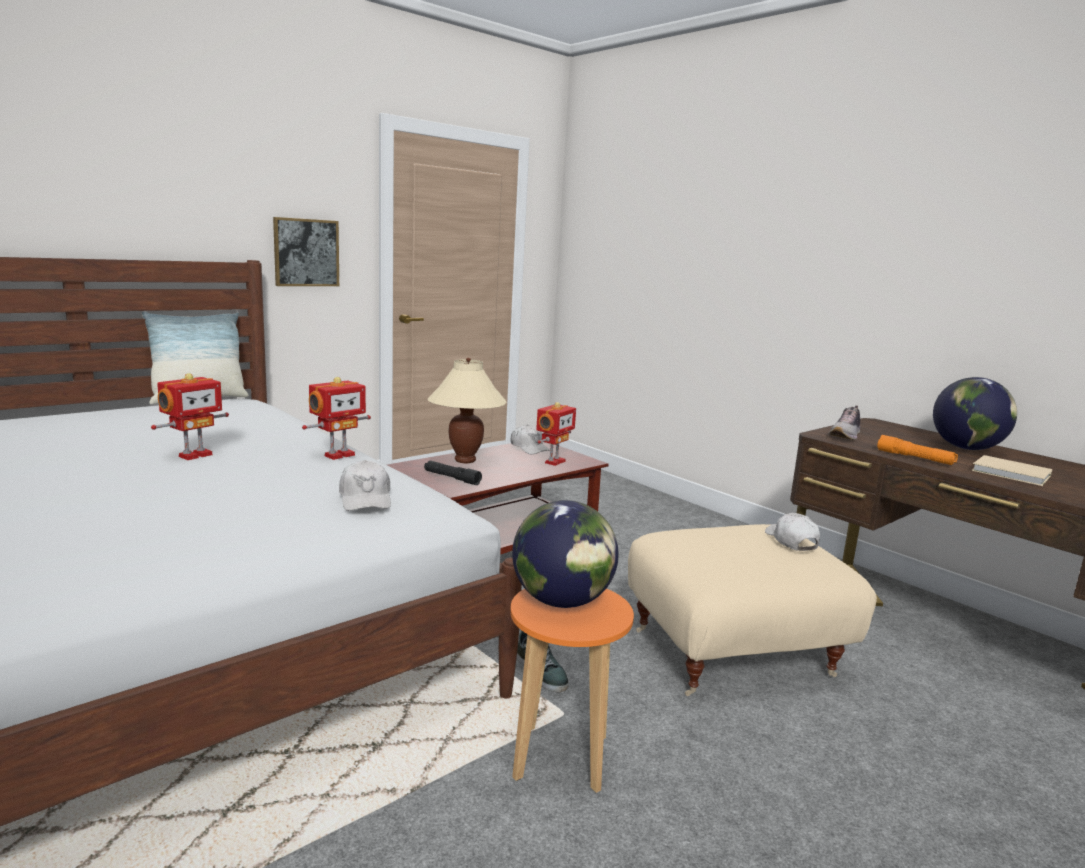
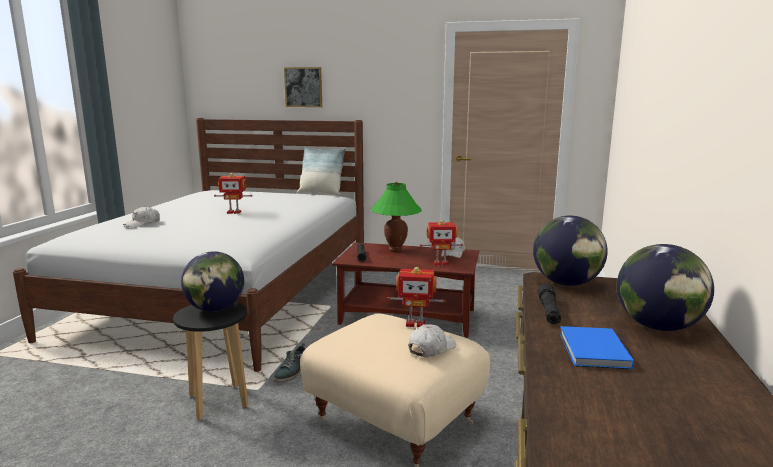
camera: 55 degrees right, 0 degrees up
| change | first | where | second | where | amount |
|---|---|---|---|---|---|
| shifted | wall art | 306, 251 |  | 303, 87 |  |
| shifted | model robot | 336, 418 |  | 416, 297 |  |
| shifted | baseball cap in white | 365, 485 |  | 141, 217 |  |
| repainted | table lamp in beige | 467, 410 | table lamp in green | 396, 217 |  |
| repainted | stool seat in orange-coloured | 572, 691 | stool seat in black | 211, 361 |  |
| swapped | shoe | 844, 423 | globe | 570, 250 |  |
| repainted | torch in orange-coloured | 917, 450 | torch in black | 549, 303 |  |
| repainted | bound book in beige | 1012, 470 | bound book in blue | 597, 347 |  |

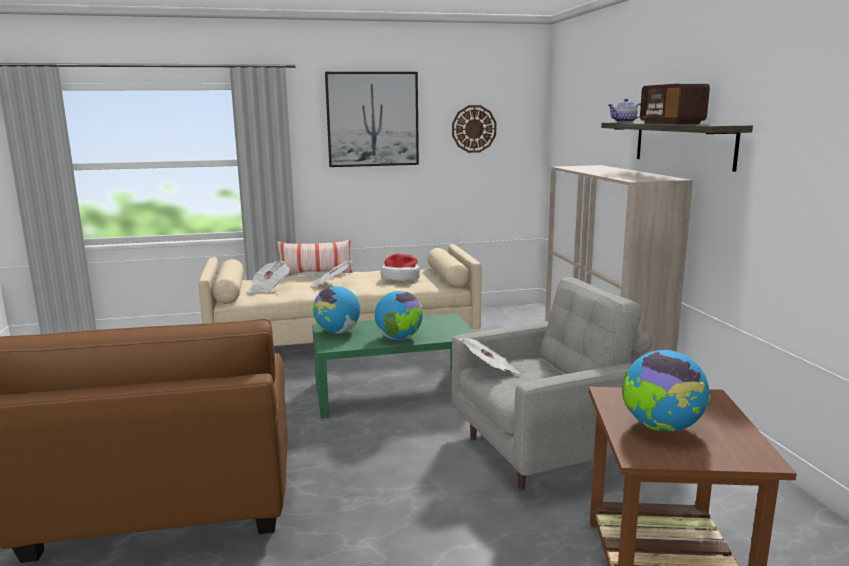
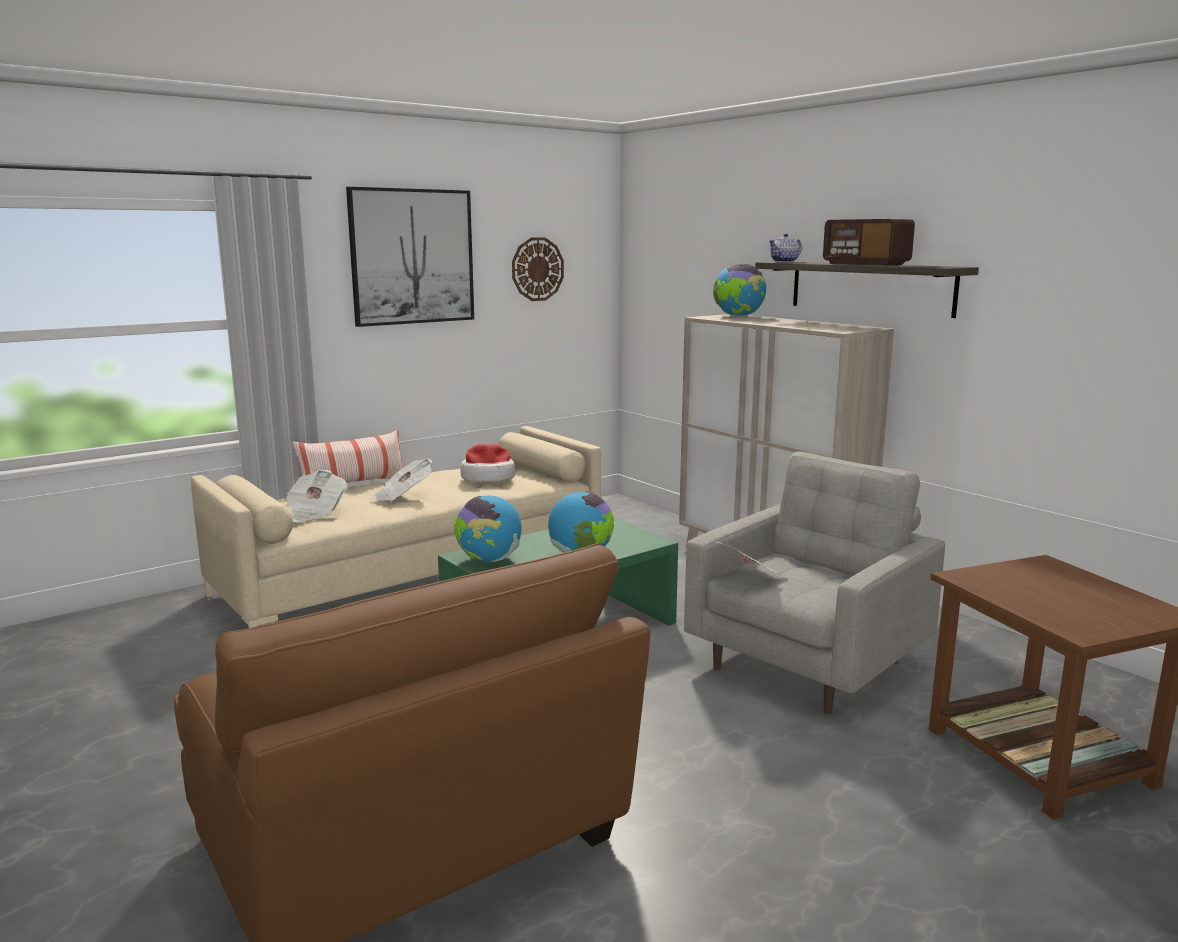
camera: 25 degrees left, 0 degrees up
| change | first | where | second | where | amount |
|---|---|---|---|---|---|
| shifted | globe | 666, 391 |  | 739, 290 |  |

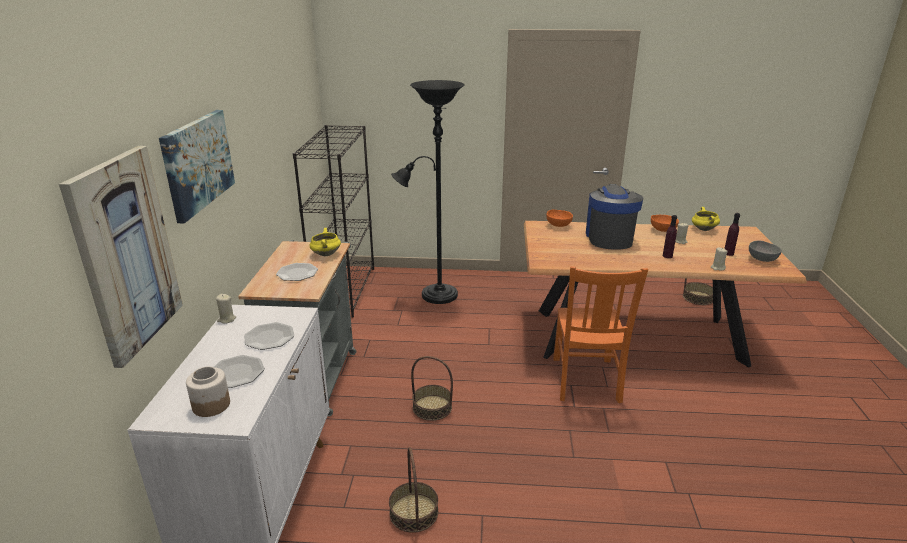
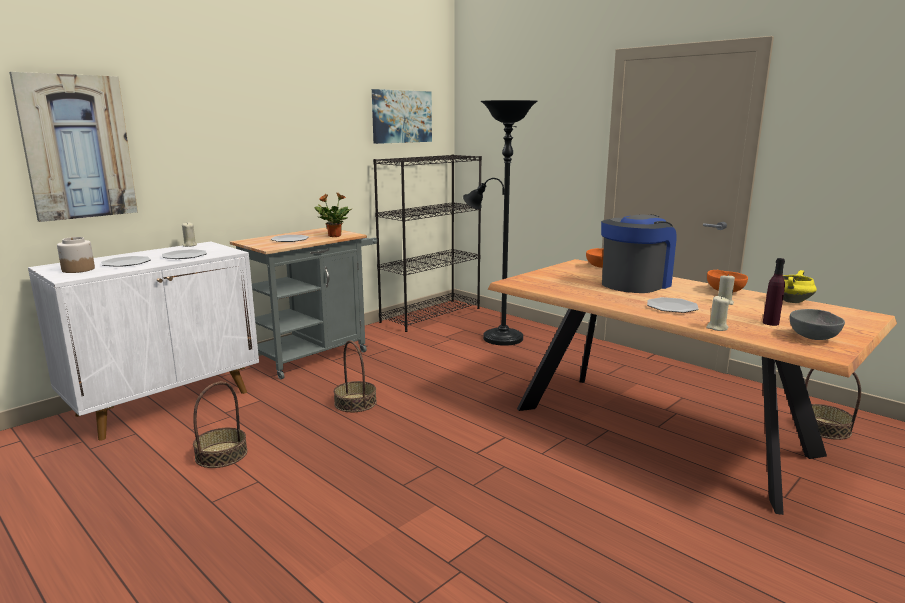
camera: 40 degrees right, 10 degrees down
| change | first | where | second | where | amount |
|---|---|---|---|---|---|
| shifted | wall art | 197, 167 |  | 402, 116 |  |
| swapped | saucepot in yellow | 325, 242 | plant in a pot | 332, 215 |  |
| gone | upright chair in orange-coloured | 600, 334 |  |  |  |
| swapped | bottle in purple | 670, 236 | dinner plate | 673, 305 |  |

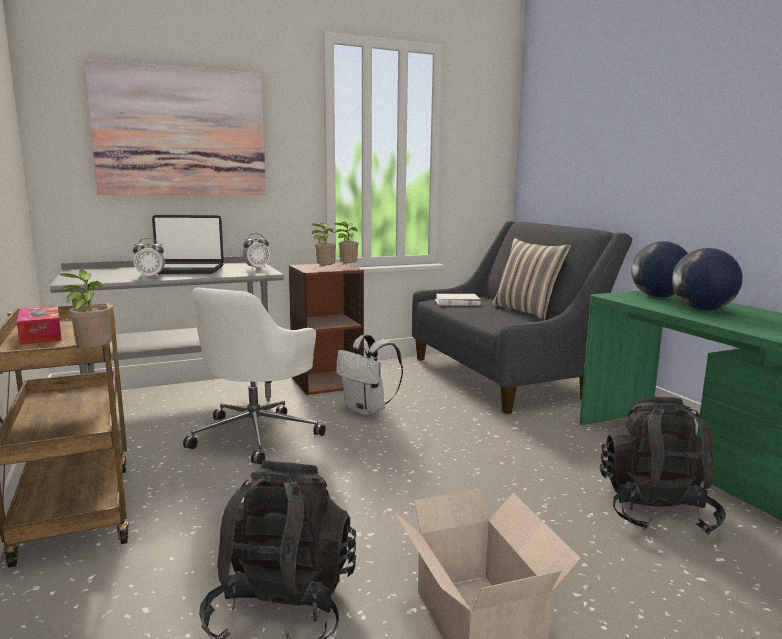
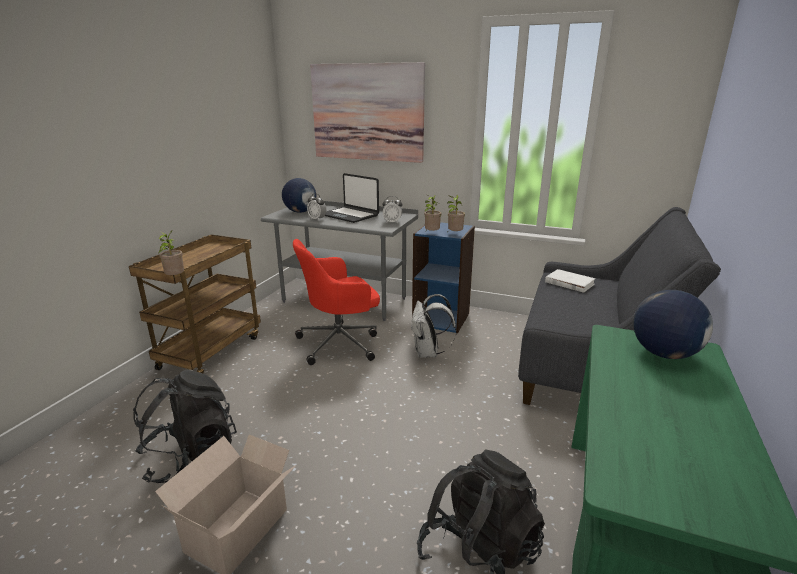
camera: 45 degrees right, 10 degrees up
| change | first | where | second | where | amount |
|---|---|---|---|---|---|
| gone | tissue holder | 39, 325 |  |  |  |
| repainted | desk chair in white | 254, 376 | desk chair in reddish | 336, 302 |  |
| repainted | shelving unit in brown-coloured | 326, 328 | shelving unit in blue | 443, 277 |  |
| gone | pillow | 531, 279 |  |  |  |
| shifted | globe | 707, 279 |  | 299, 195 |  |

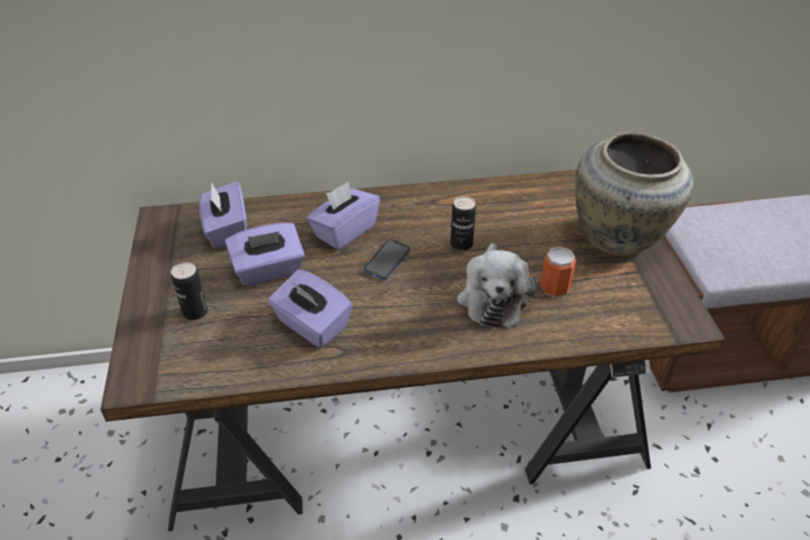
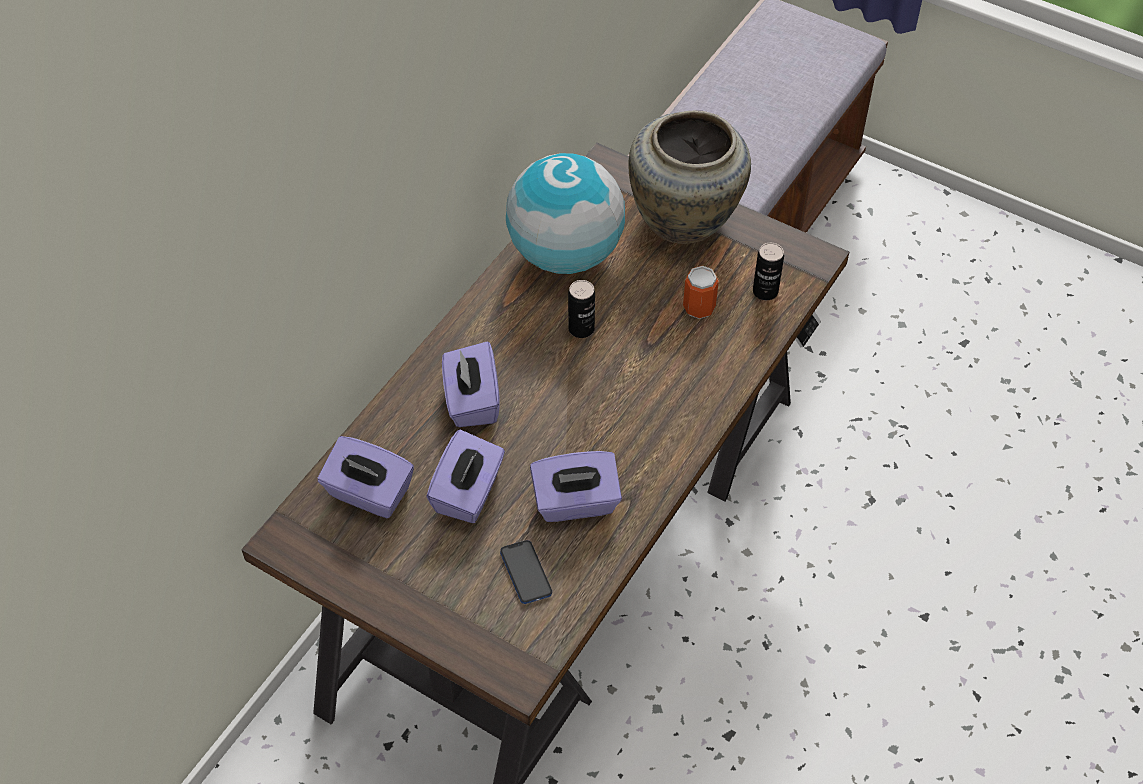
camera: 50 degrees left, 10 degrees up
| change | first | where | second | where | amount |
|---|---|---|---|---|---|
| shifted | can | 189, 291 |  | 768, 271 |  |
| shifted | handset | 387, 259 |  | 526, 572 |  |
| gone | soft toy | 497, 285 |  |  |  |
| new |  |  | globe | 565, 213 |  |

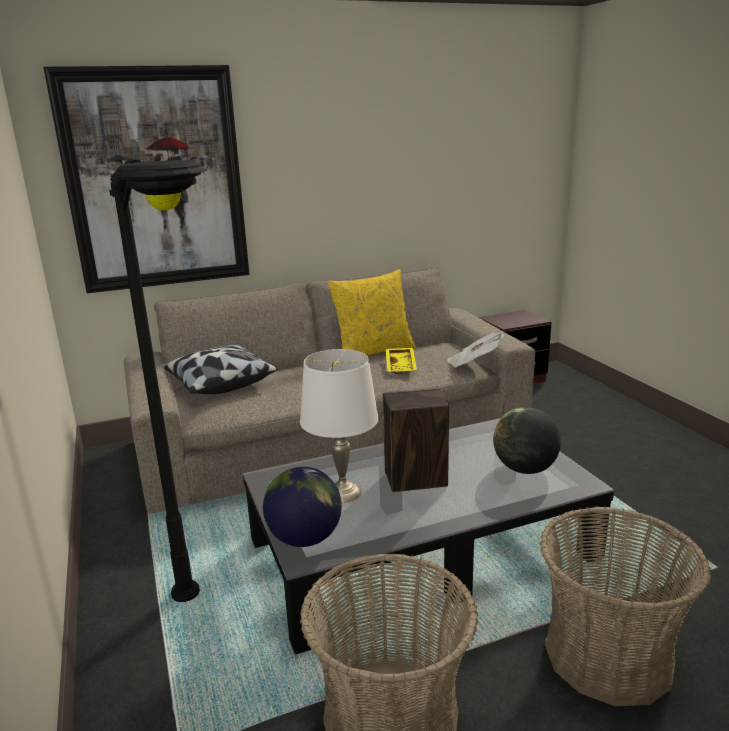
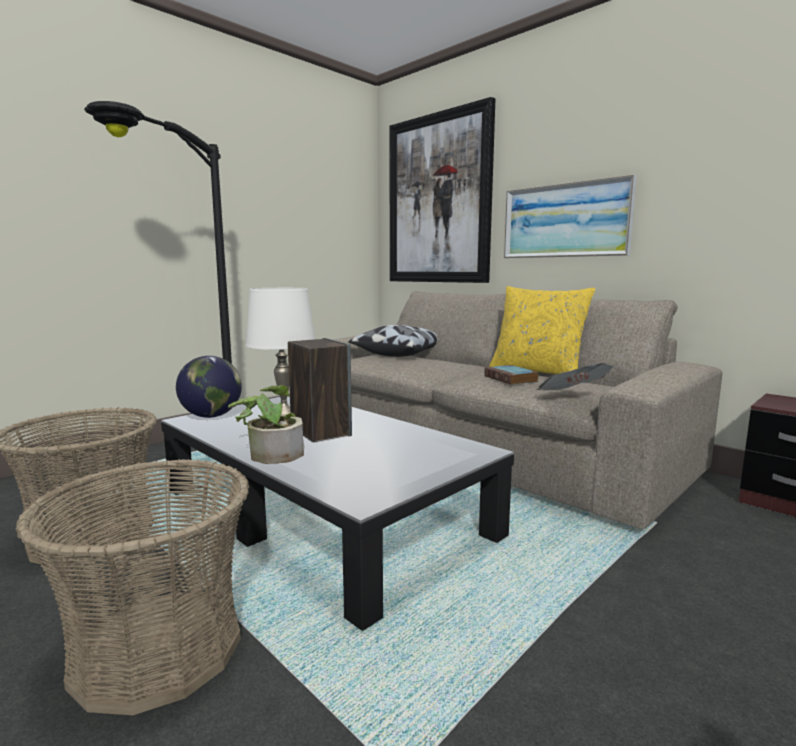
camera: 65 degrees right, 10 degrees down
| change | first | where | second | where | amount |
|---|---|---|---|---|---|
| swapped | carrying tray in yellow | 401, 361 | bound book | 511, 375 |  |
| gone | globe | 527, 440 |  |  |  |
| new |  |  | plant in a pot | 266, 424 |  |
| new |  |  | wall art | 570, 216 |  |

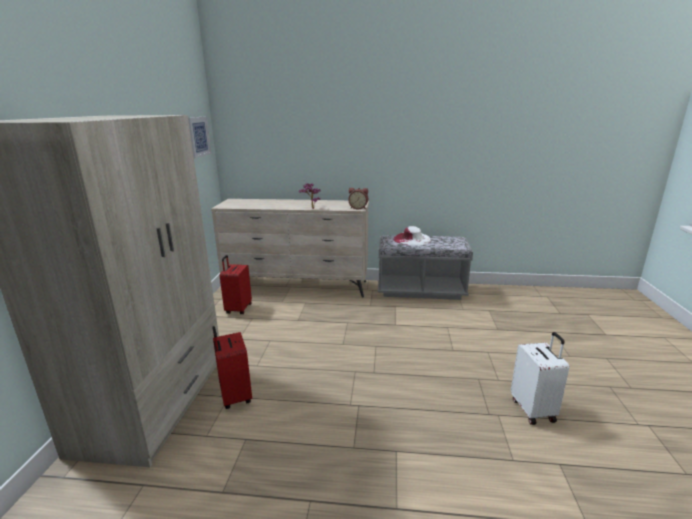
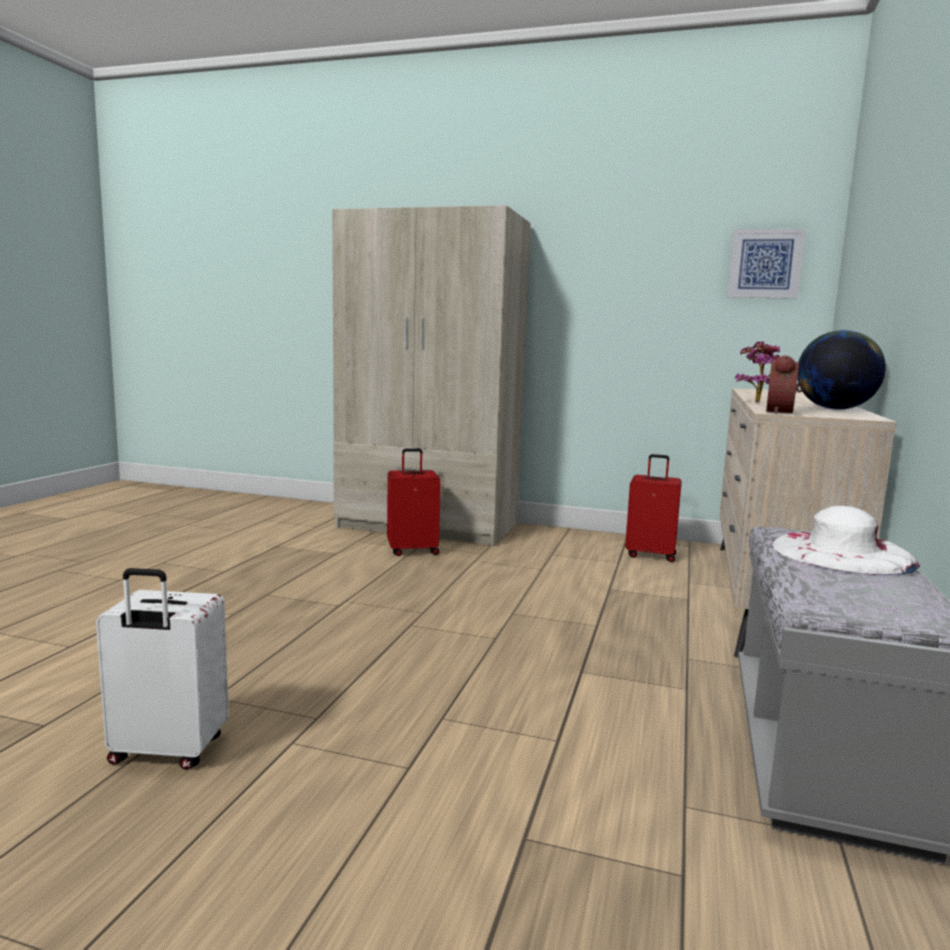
camera: 100 degrees right, 10 degrees down
| change | first | where | second | where | amount |
|---|---|---|---|---|---|
| new |  |  | globe | 841, 370 |  |

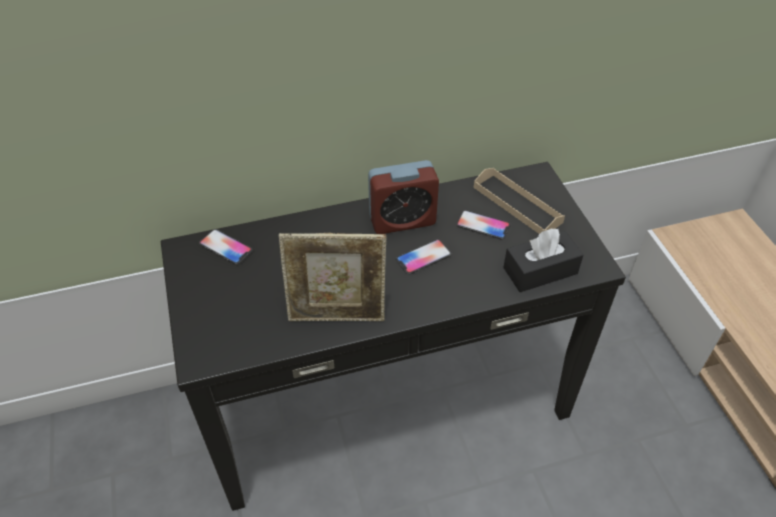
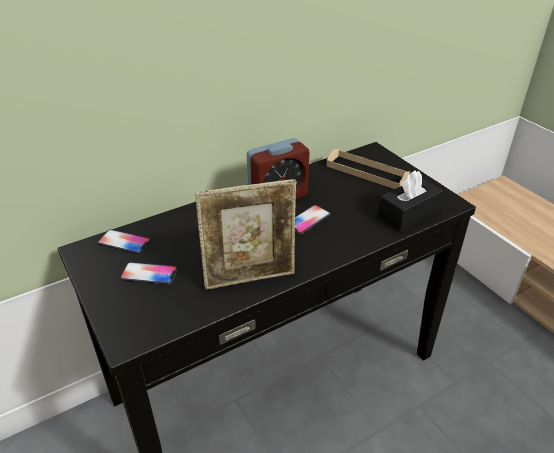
camera: 15 degrees left, 10 degrees down
| change | first | where | second | where | amount |
|---|---|---|---|---|---|
| shifted | handset | 483, 225 |  | 149, 273 |  |

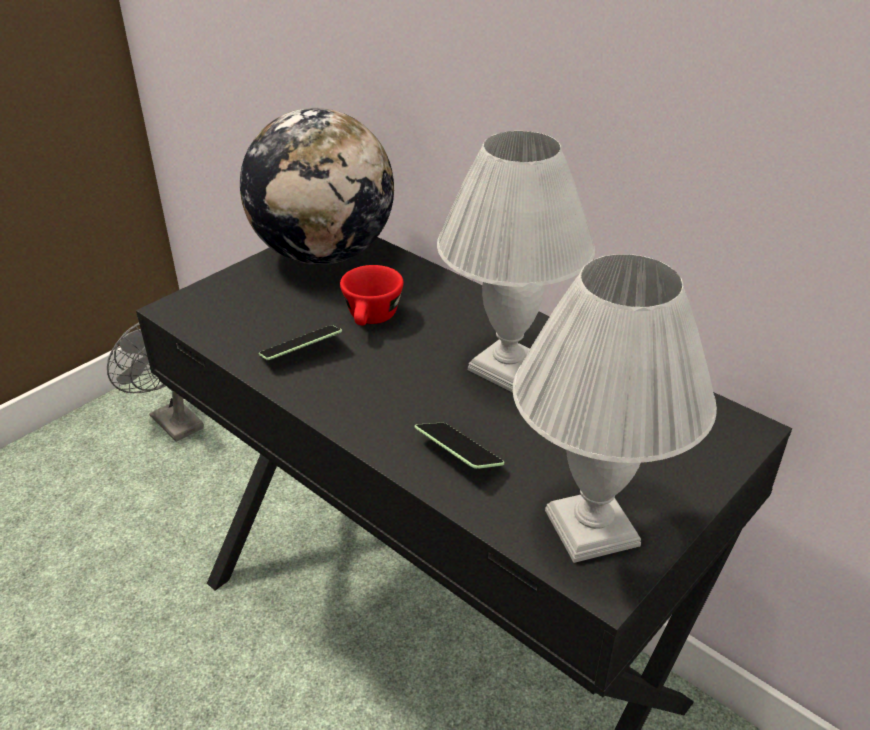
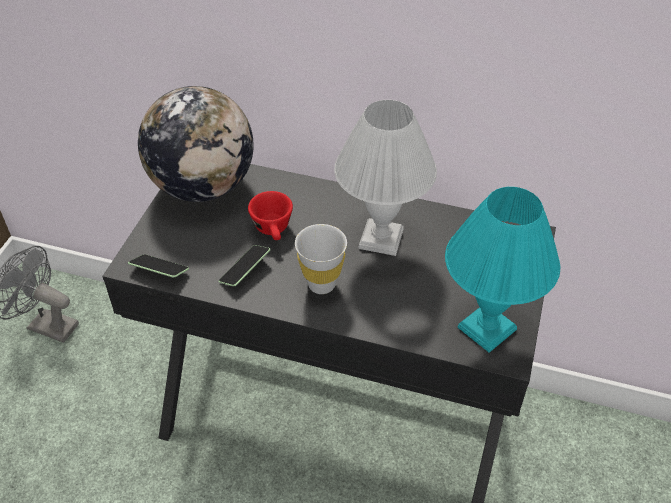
camera: 25 degrees left, 10 degrees up
| change | first | where | second | where | amount |
|---|---|---|---|---|---|
| shifted | handset | 459, 446 |  | 158, 266 |  |
| repainted | table lamp in white | 615, 408 | table lamp in blue-green | 502, 270 |  |
| new |  |  | small cup in white | 321, 259 |  |

